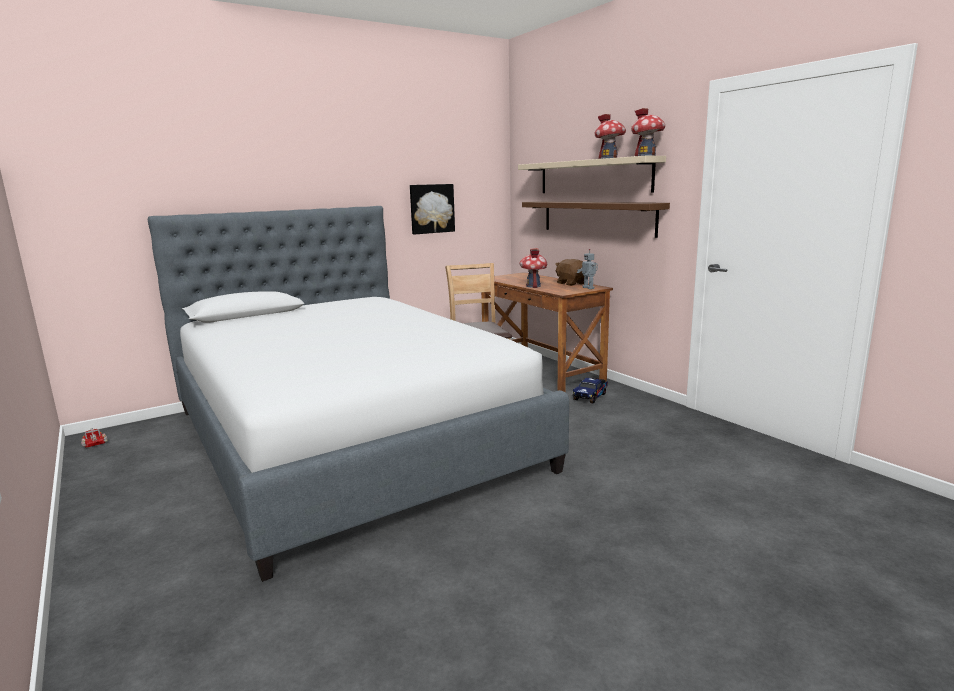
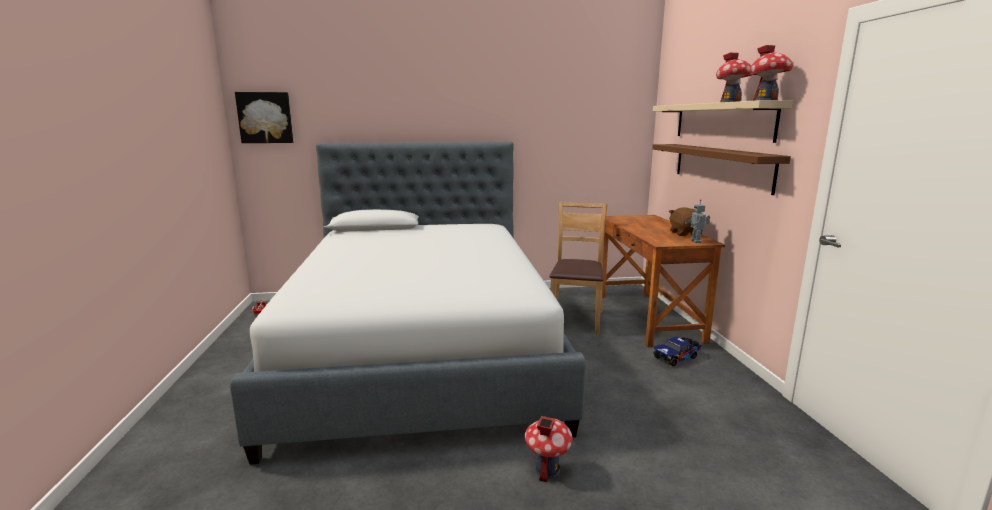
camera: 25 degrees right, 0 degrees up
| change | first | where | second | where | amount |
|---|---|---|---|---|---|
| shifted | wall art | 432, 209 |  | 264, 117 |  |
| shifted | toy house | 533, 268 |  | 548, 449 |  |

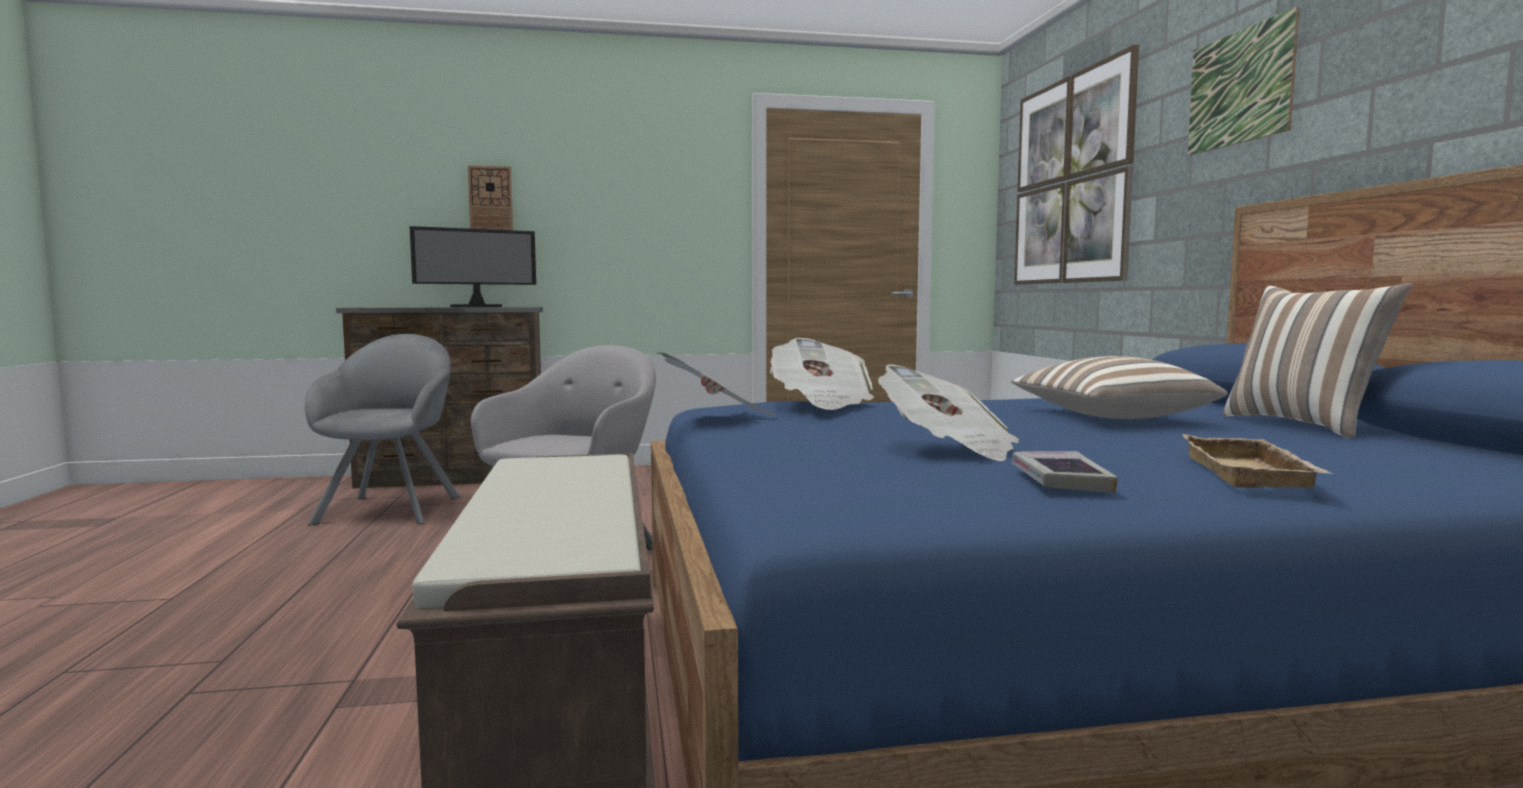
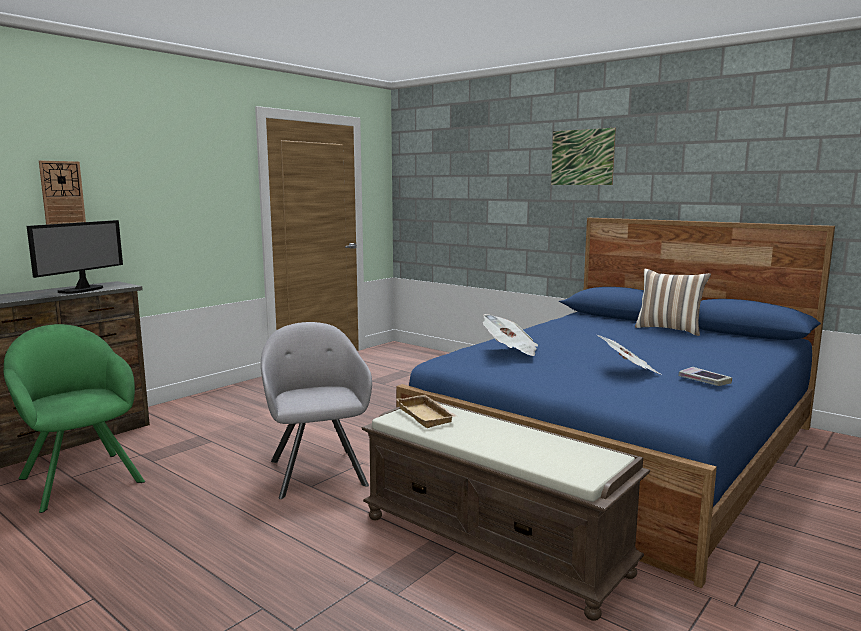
camera: 40 degrees left, 5 degrees up
| change | first | where | second | where | amount |
|---|---|---|---|---|---|
| repainted | easy chair in grey | 382, 429 | easy chair in green | 74, 418 |  |
| gone | printed paper | 717, 383 |  |  |  |
| gone | pillow | 1119, 387 |  |  |  |
| gone | wall art | 1076, 164 |  |  |  |
| shifted | carrying tray in beige | 1257, 461 |  | 426, 411 |  |

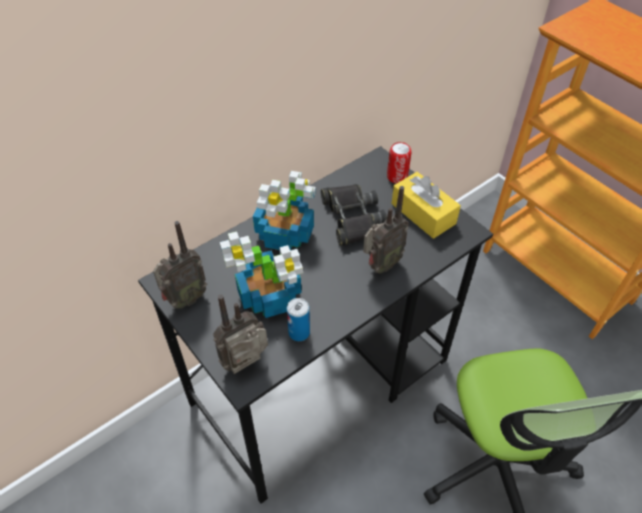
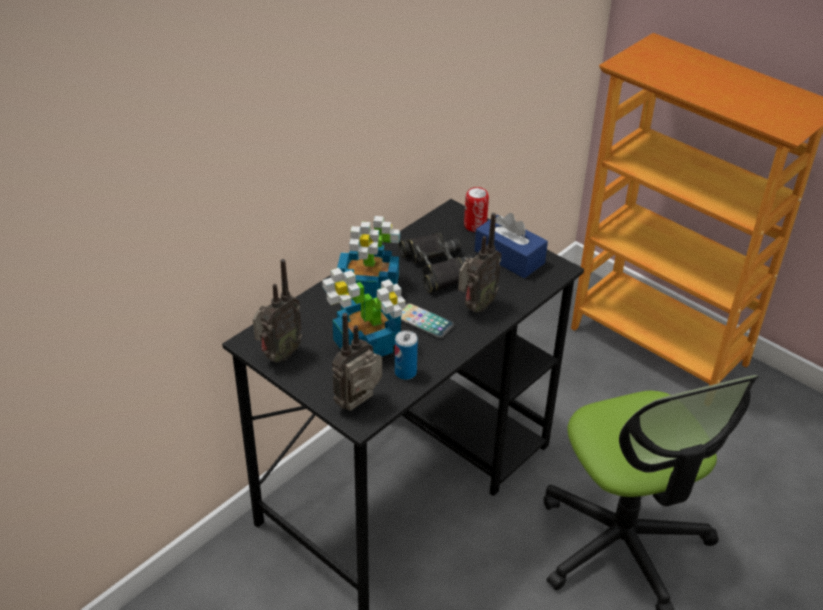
camera: 10 degrees left, 10 degrees down
| change | first | where | second | where | amount |
|---|---|---|---|---|---|
| repainted | tissue holder in yellow | 426, 205 | tissue holder in blue | 511, 245 |  |
| new |  |  | handset | 427, 320 |  |

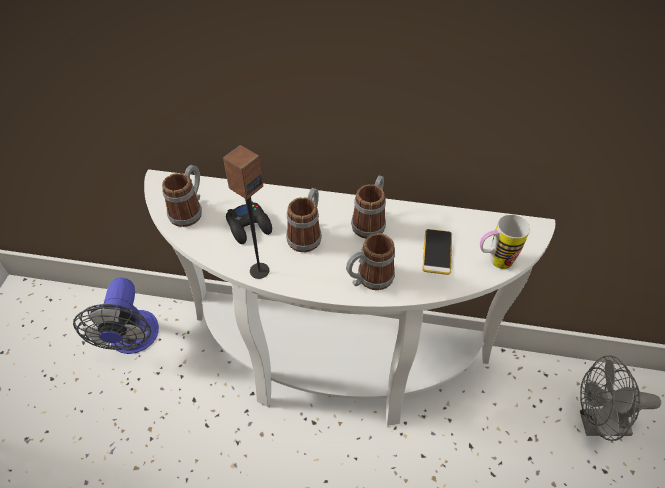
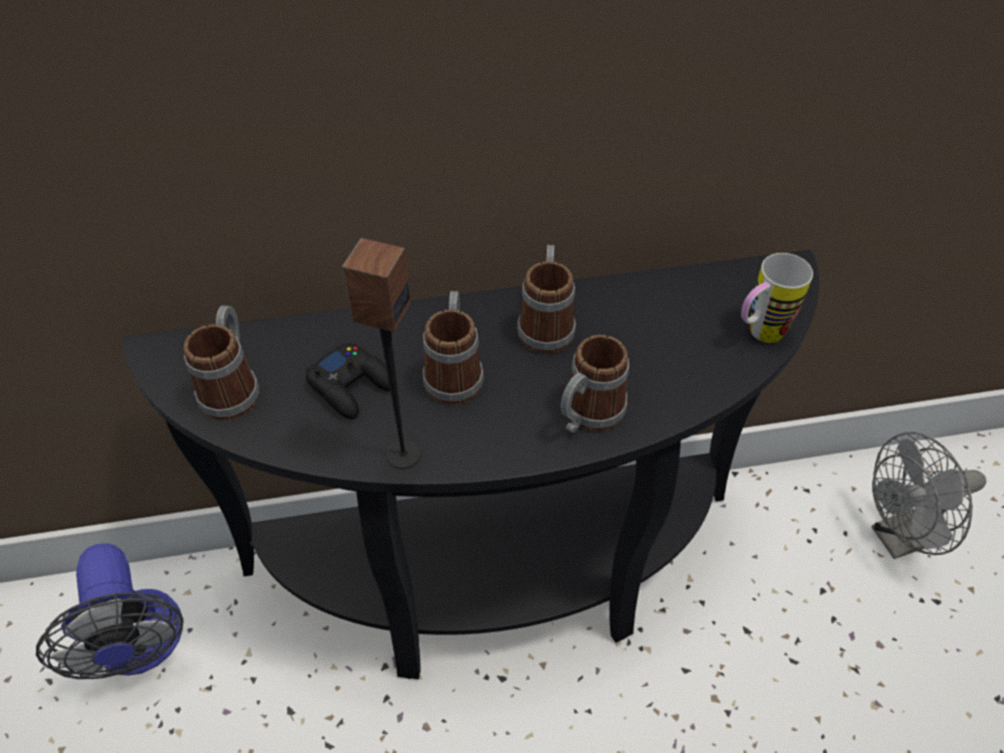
camera: 20 degrees left, 0 degrees up
| change | first | where | second | where | amount |
|---|---|---|---|---|---|
| repainted | hall table in white | 349, 297 | hall table in black | 471, 464 |  |
| gone | handset | 437, 252 |  |  |  |

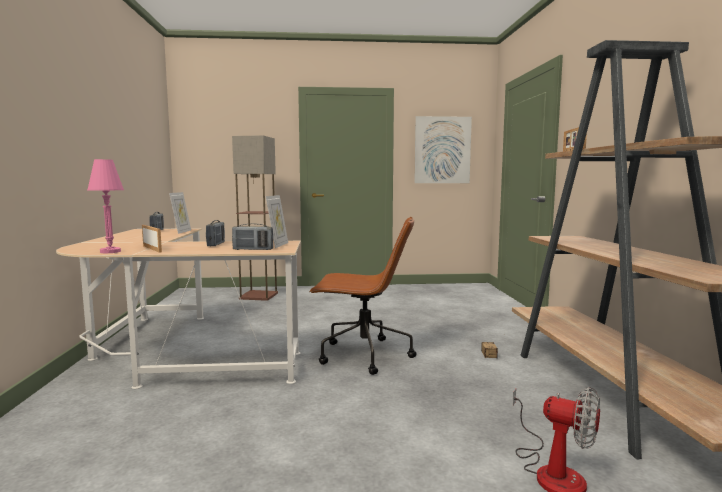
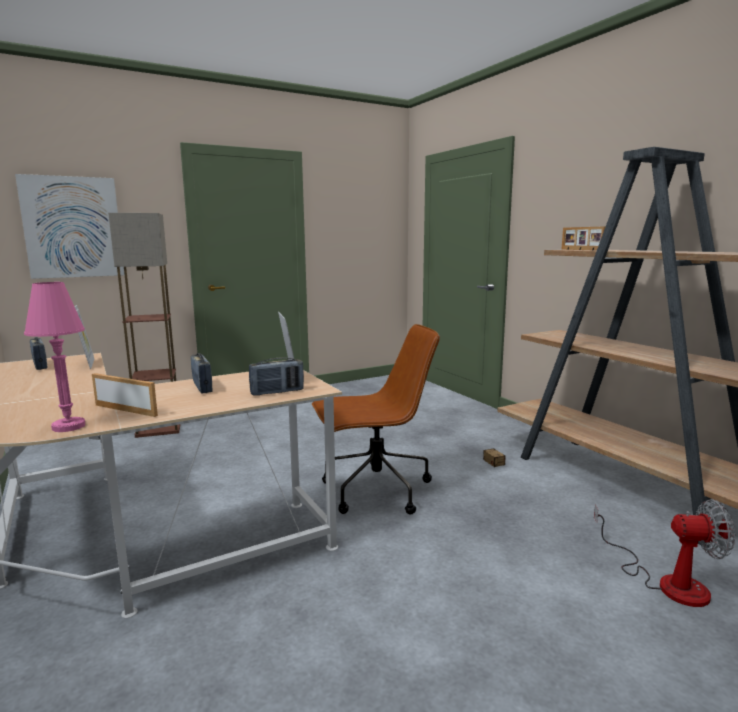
camera: 25 degrees left, 5 degrees up
| change | first | where | second | where | amount |
|---|---|---|---|---|---|
| shifted | wall art | 443, 149 |  | 70, 226 |  |

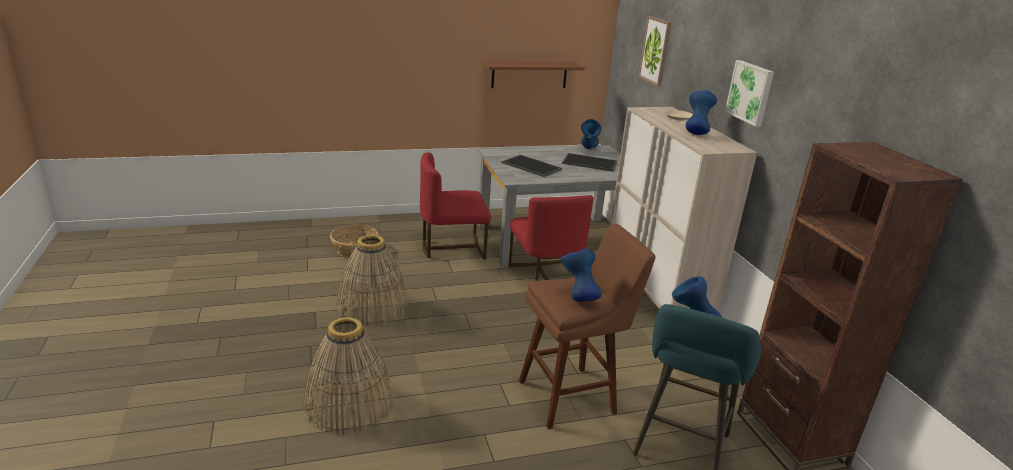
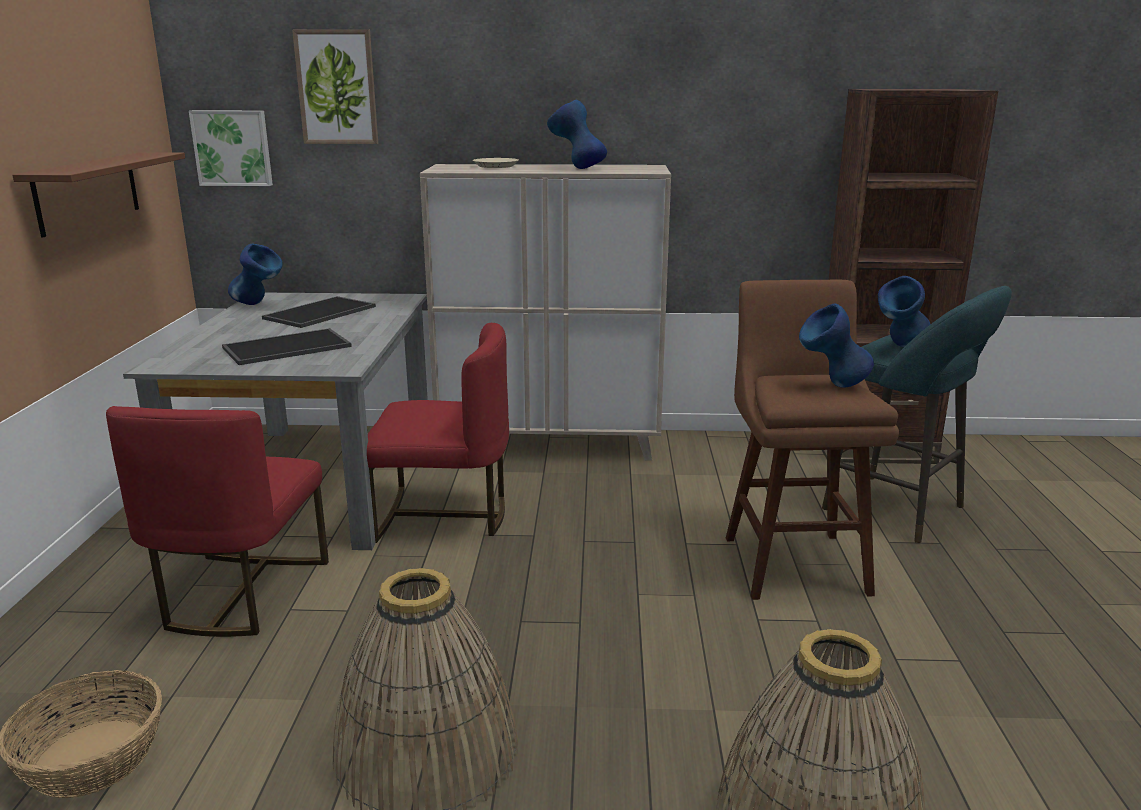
camera: 70 degrees left, 5 degrees down
| change | first | where | second | where | amount |
|---|---|---|---|---|---|
| shifted | wall art | 749, 93 |  | 231, 148 |  |

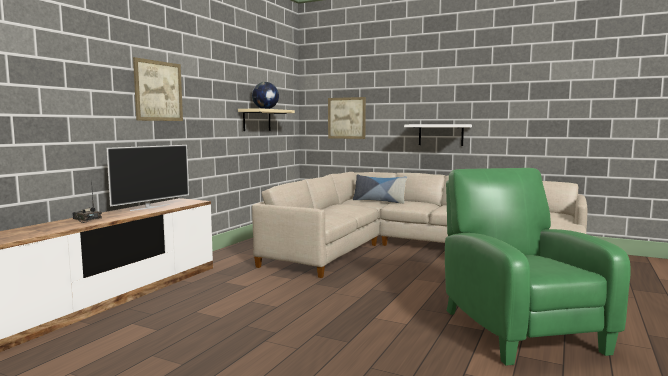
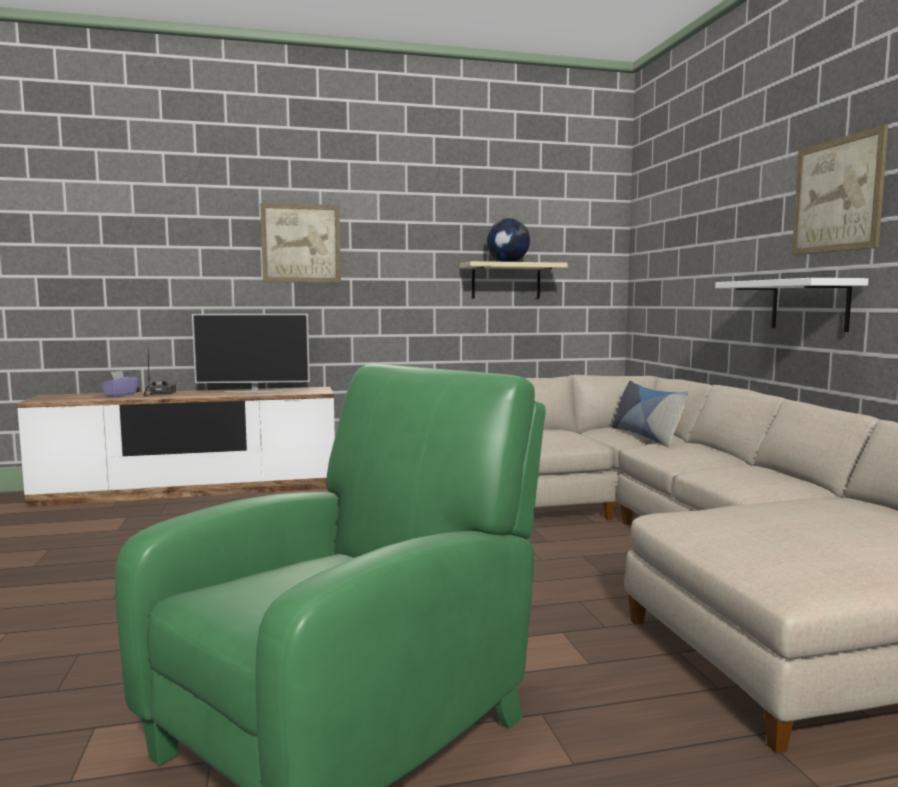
camera: 50 degrees right, 0 degrees up
| change | first | where | second | where | amount |
|---|---|---|---|---|---|
| shifted | wall art | 347, 118 |  | 840, 190 |  |
| new |  |  | tissue holder in purple | 119, 384 |  |

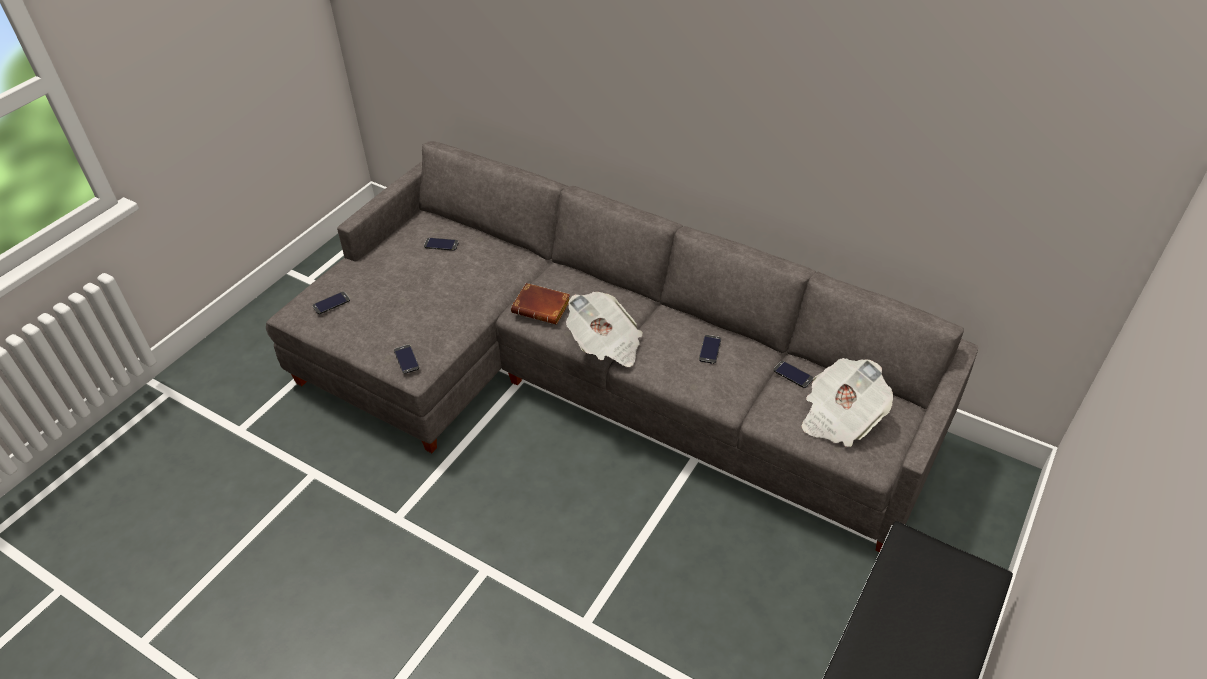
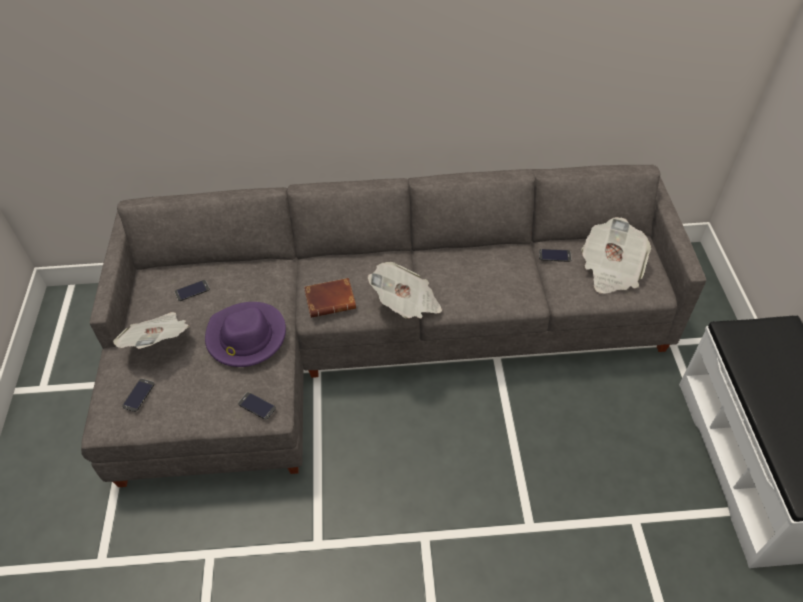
camera: 35 degrees left, 5 degrees up
| change | first | where | second | where | amount |
|---|---|---|---|---|---|
| gone | handset | 710, 349 |  |  |  |
| new |  |  | printed paper | 151, 330 |  |
| new |  |  | hat in purple | 245, 334 |  |

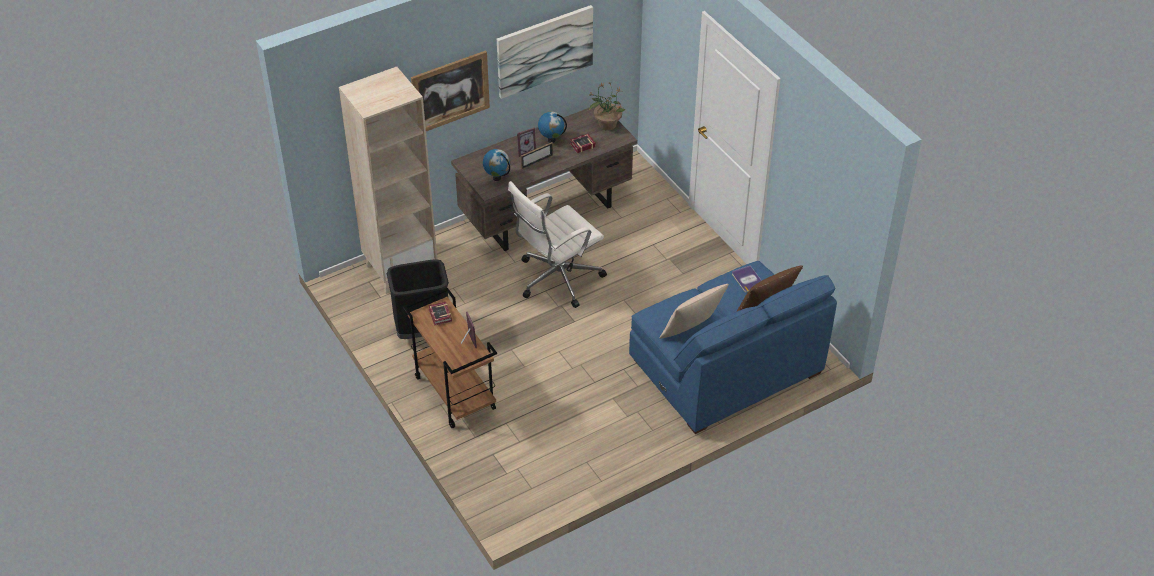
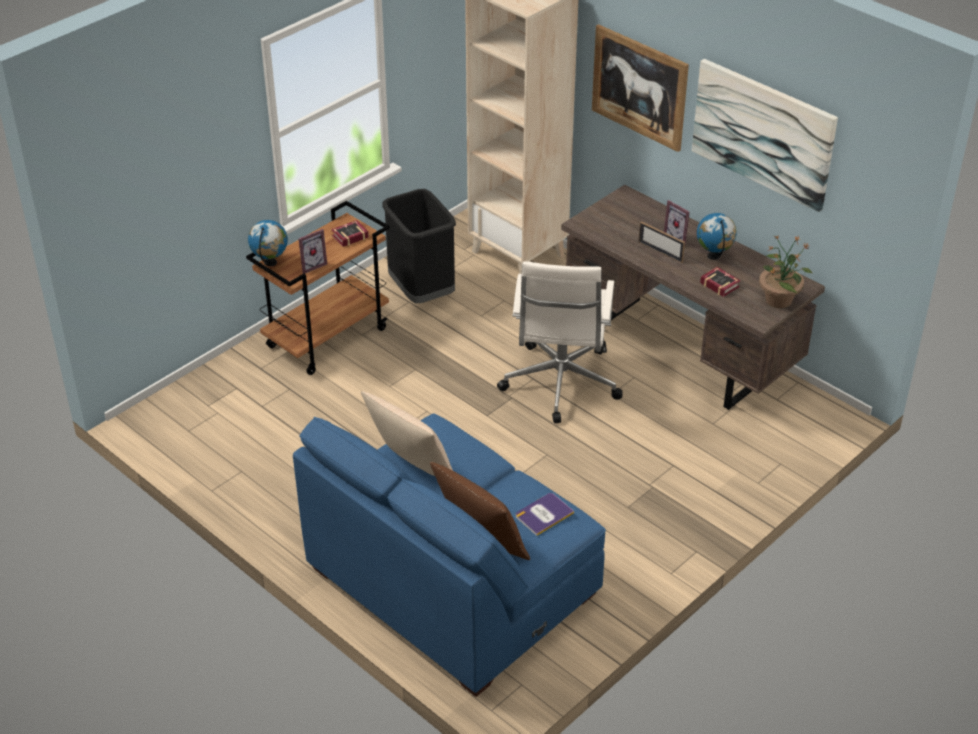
camera: 75 degrees right, 5 degrees down
| change | first | where | second | where | amount |
|---|---|---|---|---|---|
| shifted | globe | 496, 165 |  | 268, 243 |  |
| rotated | desk chair in white | 557, 244 |  | 560, 342 | 120 degrees counterclockwise |

